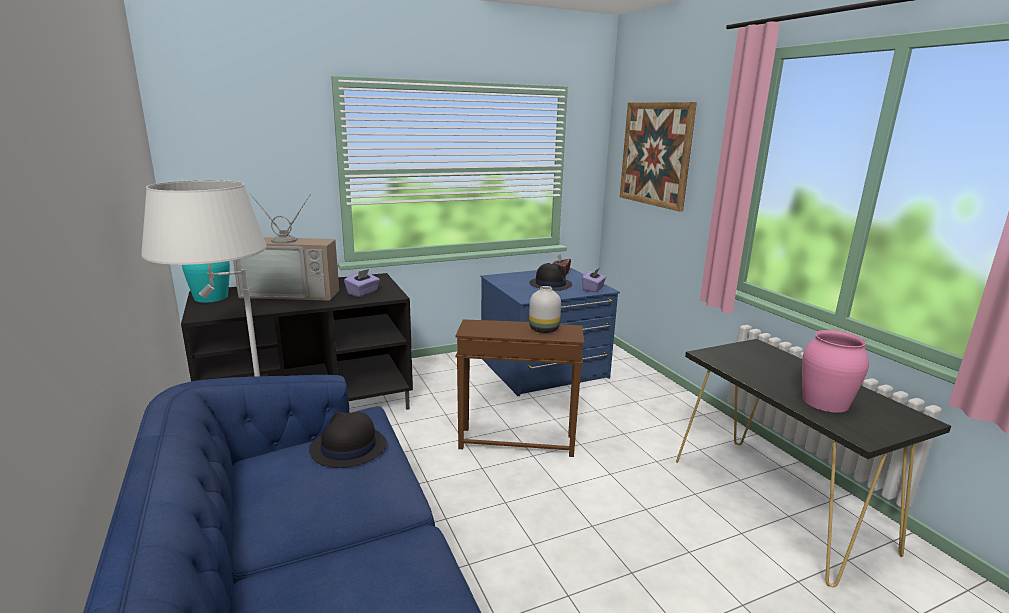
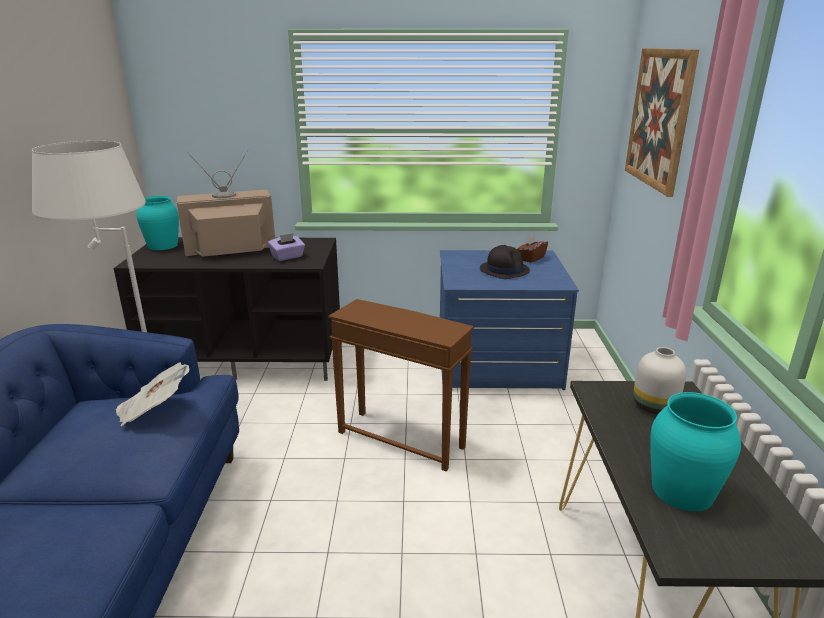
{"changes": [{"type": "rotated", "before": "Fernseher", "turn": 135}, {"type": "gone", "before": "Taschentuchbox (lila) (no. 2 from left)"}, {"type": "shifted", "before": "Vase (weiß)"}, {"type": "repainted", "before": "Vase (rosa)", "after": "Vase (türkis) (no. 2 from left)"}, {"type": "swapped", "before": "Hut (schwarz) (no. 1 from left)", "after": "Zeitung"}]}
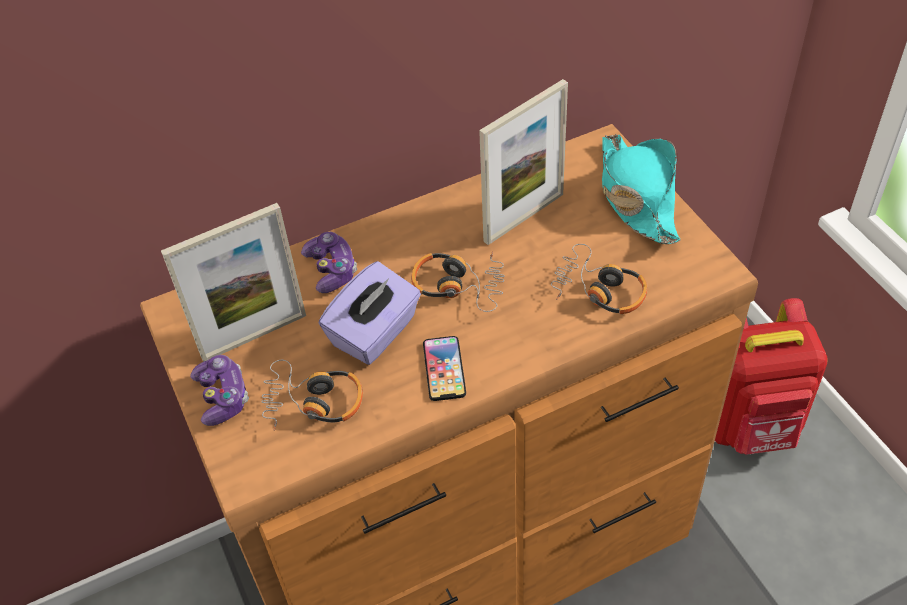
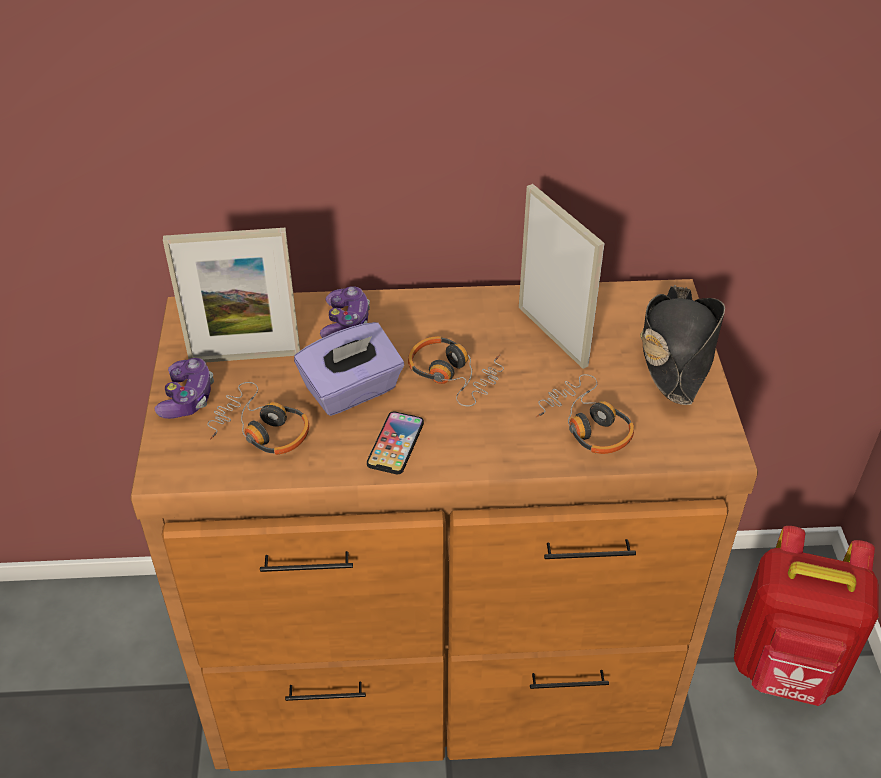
{"changes": [{"type": "rotated", "before": "Bilderrahmen (no. 2 from left)", "turn": -105}, {"type": "repainted", "before": "Hut (türkis)", "after": "Hut (schwarz)"}]}
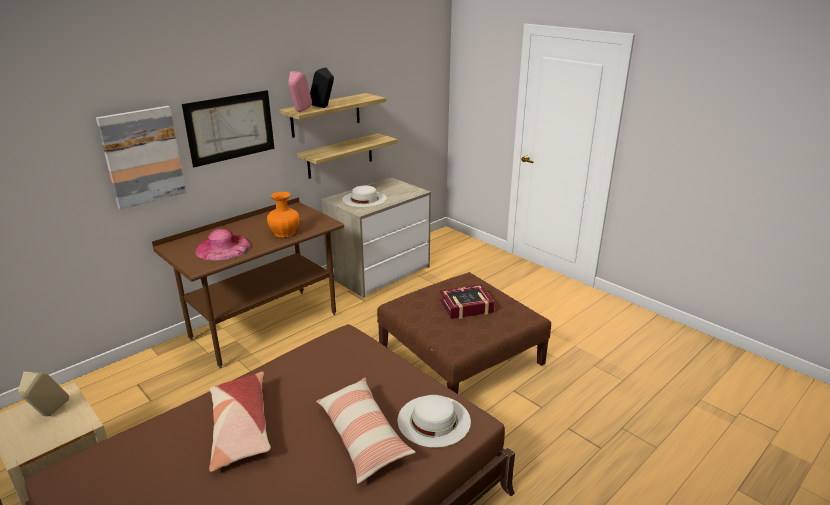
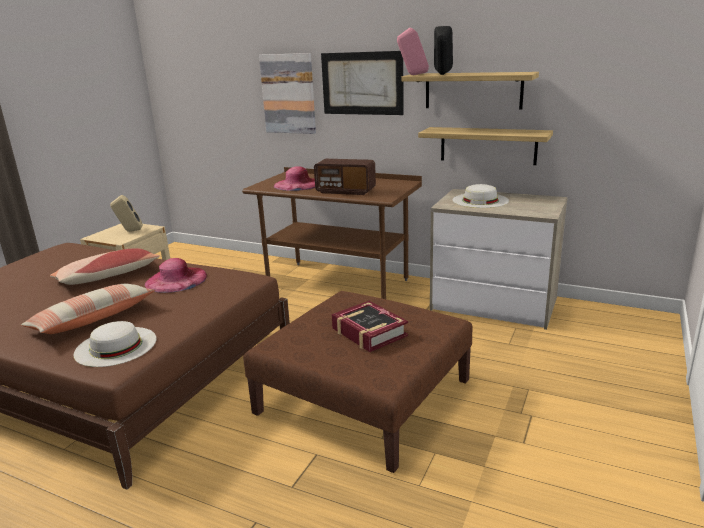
{"changes": [{"type": "swapped", "before": "Vase (orange)", "after": "Radio"}, {"type": "new", "after": "Hut (rosa) (no. 1 from left)"}]}
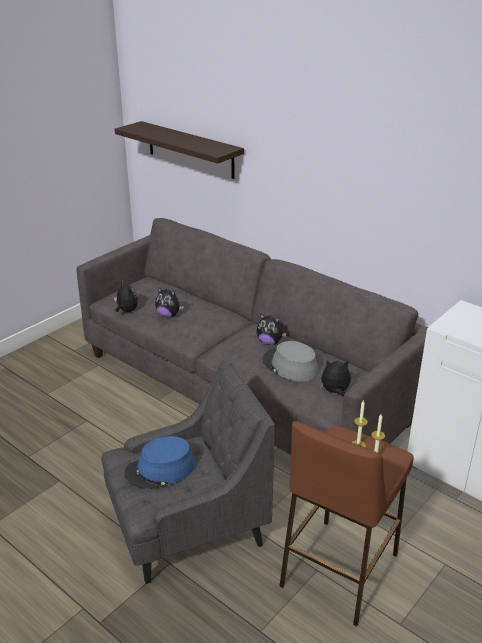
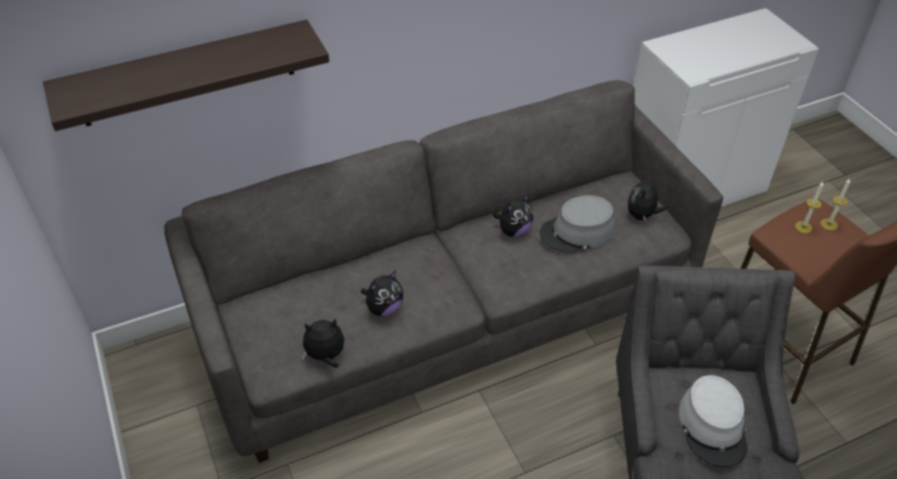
{"changes": [{"type": "repainted", "before": "Hut (blau)", "after": "Hut (grau) (no. 2 from left)"}]}
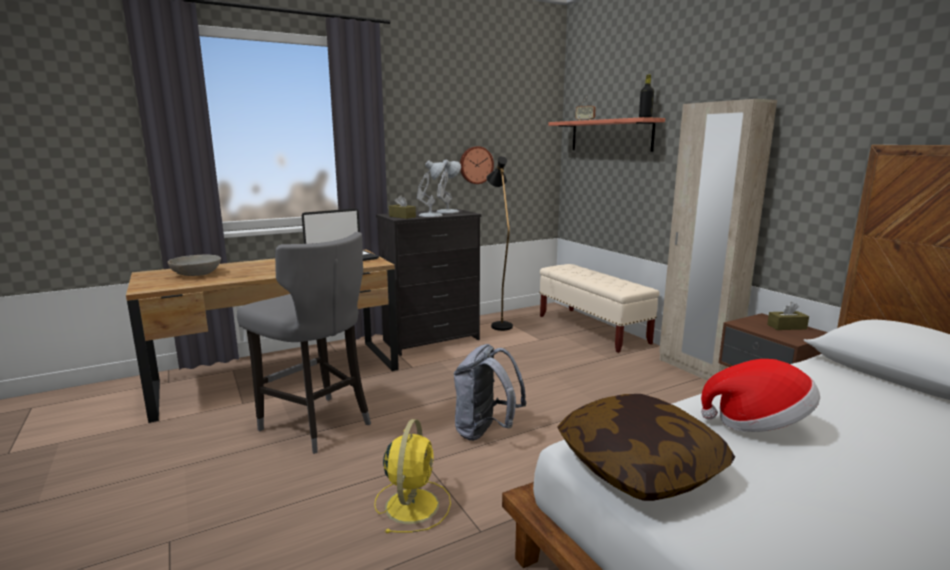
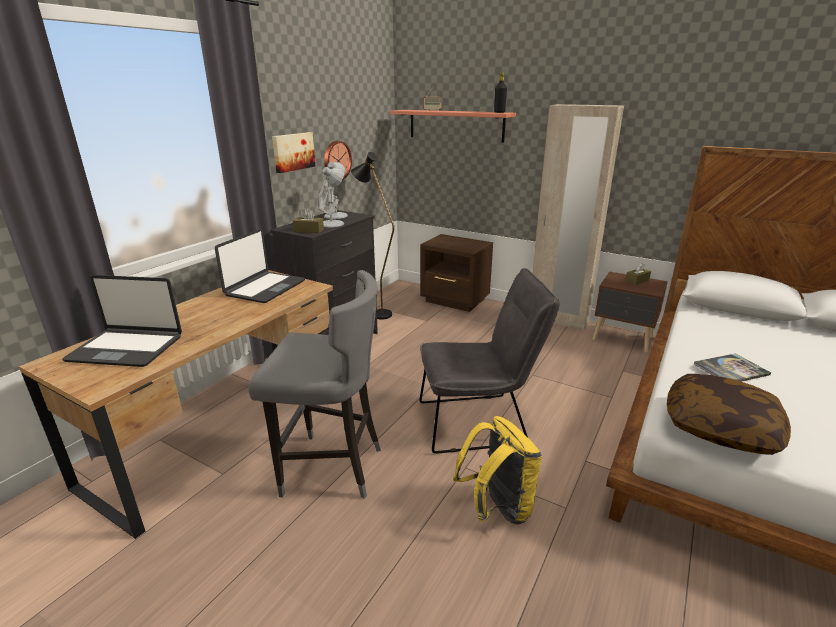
{"changes": [{"type": "swapped", "before": "Schüssel (grau)", "after": "Laptop (no. 1 from left)"}, {"type": "swapped", "before": "Bank (beige)", "after": "Nachttisch (braun) (no. 1 from left)"}, {"type": "swapped", "before": "Rucksack (grau)", "after": "Stuhl (grau)"}, {"type": "swapped", "before": "Hut", "after": "Buch"}, {"type": "swapped", "before": "Ventilator (gelb)", "after": "Rucksack (gelb)"}, {"type": "new", "after": "Bild"}]}
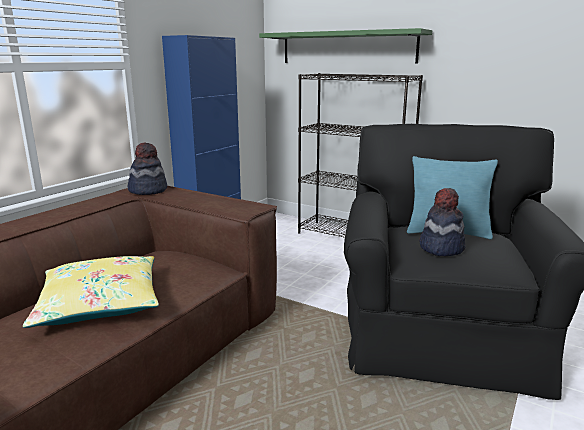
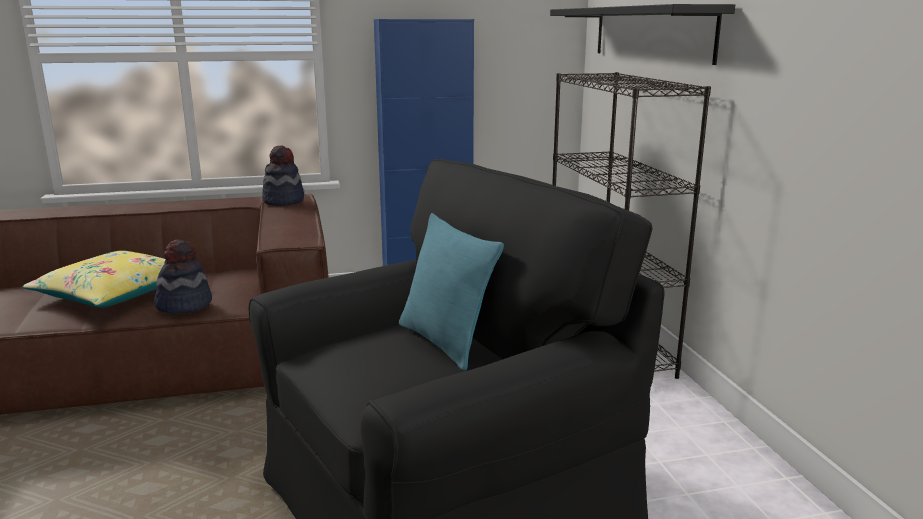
{"changes": [{"type": "repainted", "before": "Wandregal (grün)", "after": "Wandregal (schwarz)"}, {"type": "shifted", "before": "Hut (no. 2 from left in the first image)", "after": "Hut (no. 1 from left)"}]}
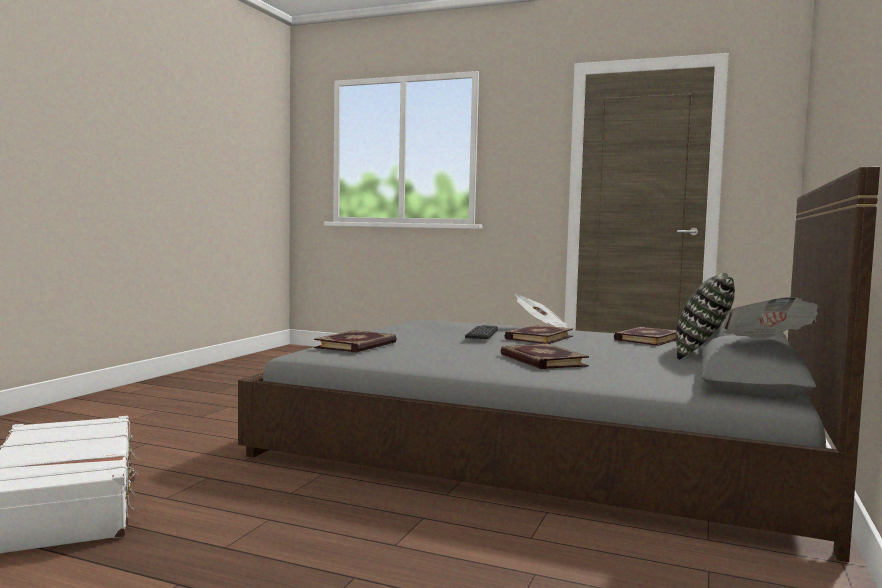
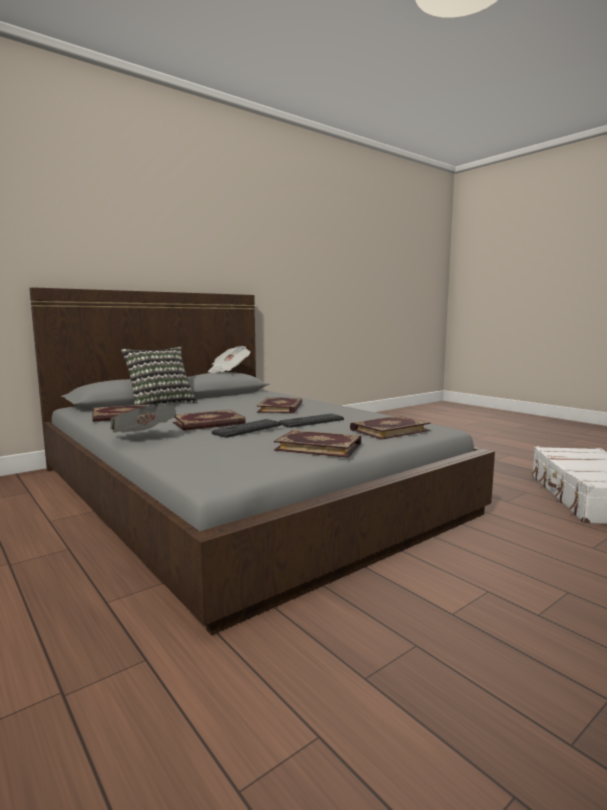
{"changes": [{"type": "new", "after": "Tastatur (no. 2 from left)"}, {"type": "new", "after": "Buch (no. 4 from left)"}]}
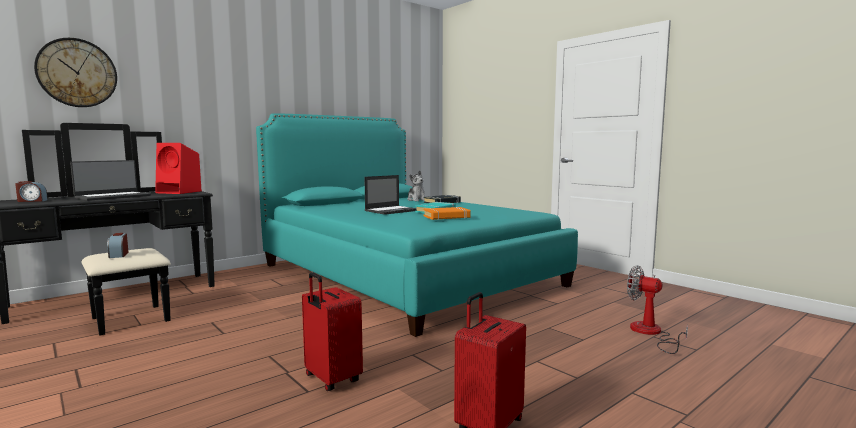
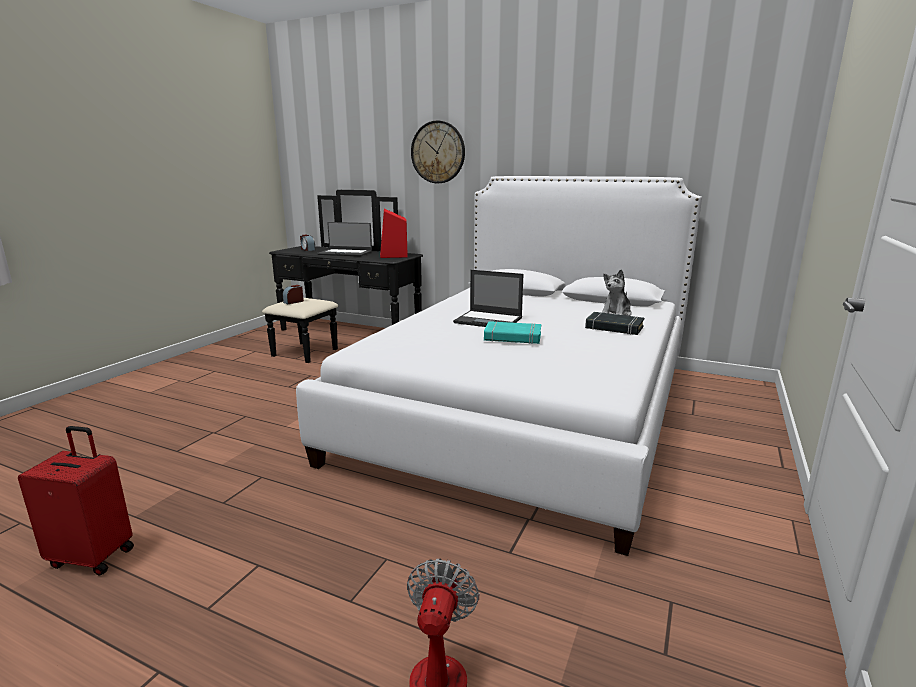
{"changes": [{"type": "shifted", "before": "Wanduhr"}, {"type": "repainted", "before": "Bett (türkis)", "after": "Bett (weiß)"}, {"type": "gone", "before": "Buch (orange)"}, {"type": "gone", "before": "Koffer (rot) (no. 1 from left)"}]}
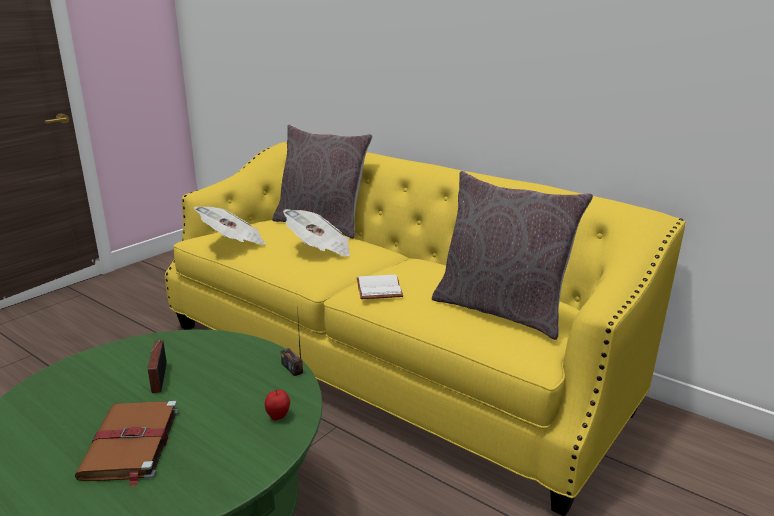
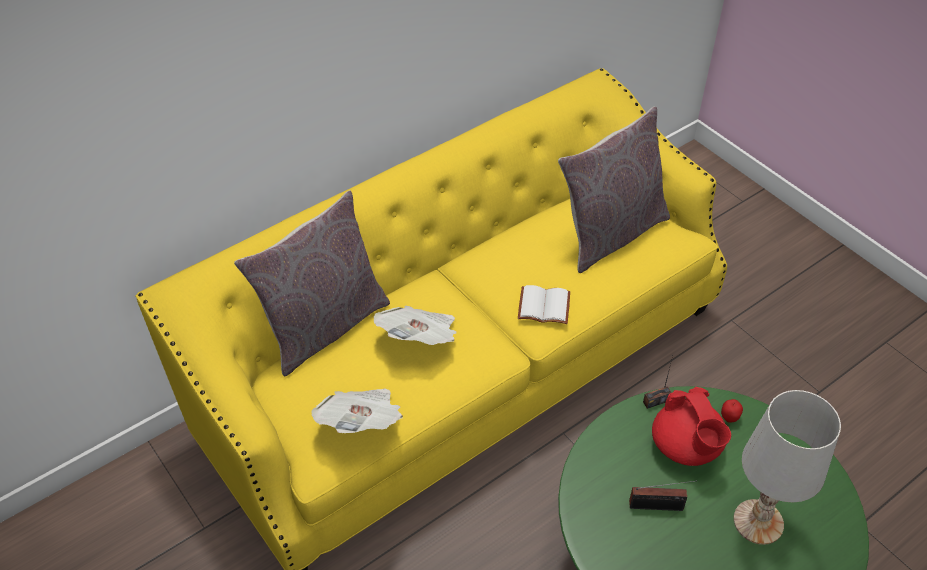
{"changes": [{"type": "swapped", "before": "Buch (braun)", "after": "Tischlampe (weiß)"}, {"type": "new", "after": "Teekanne (rot)"}]}
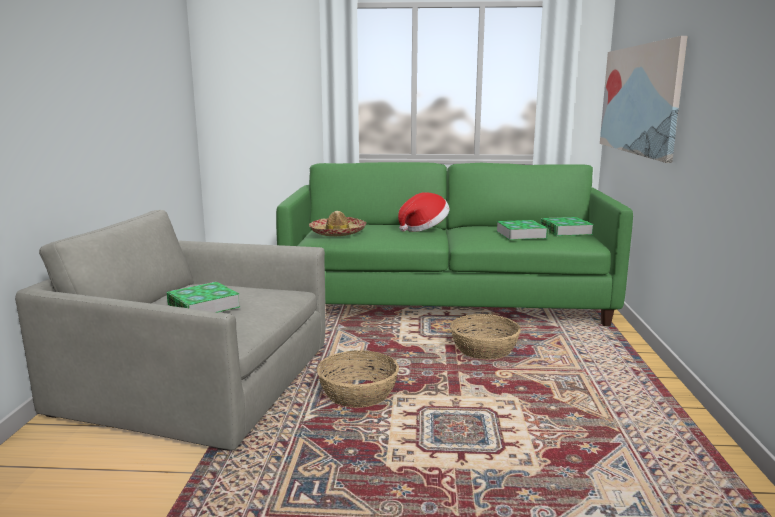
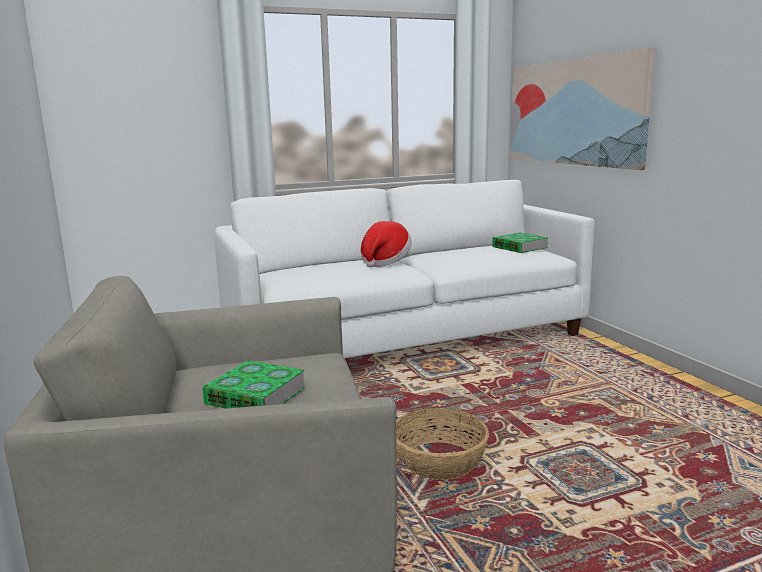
{"changes": [{"type": "repainted", "before": "Sofa (grün)", "after": "Sofa (weiß)"}, {"type": "gone", "before": "Hut (no. 1 from left)"}, {"type": "gone", "before": "Buch (no. 2 from left)"}, {"type": "gone", "before": "Korb (no. 2 from left)"}]}
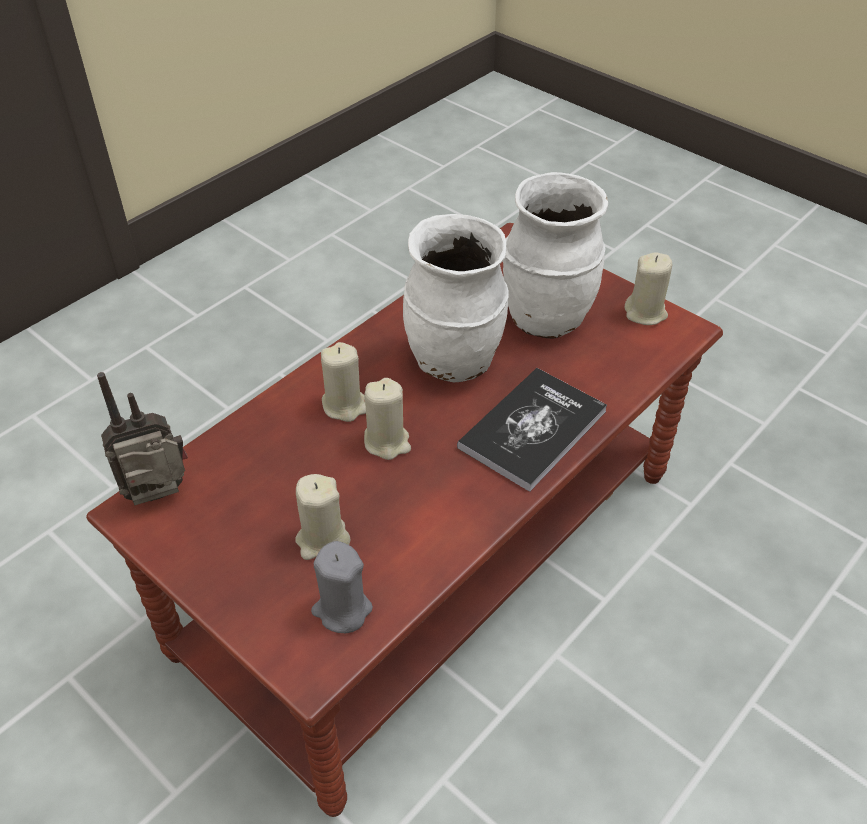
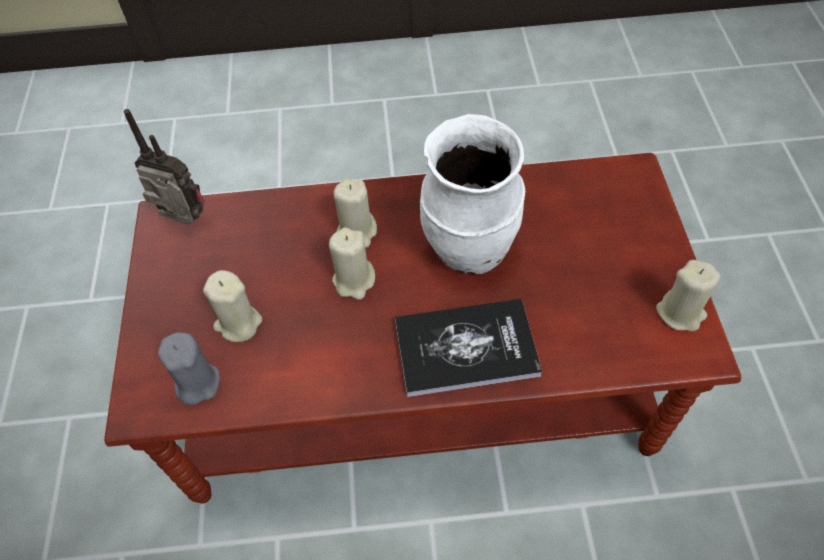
{"changes": [{"type": "gone", "before": "Vase (weiß) (no. 2 from left)"}]}
